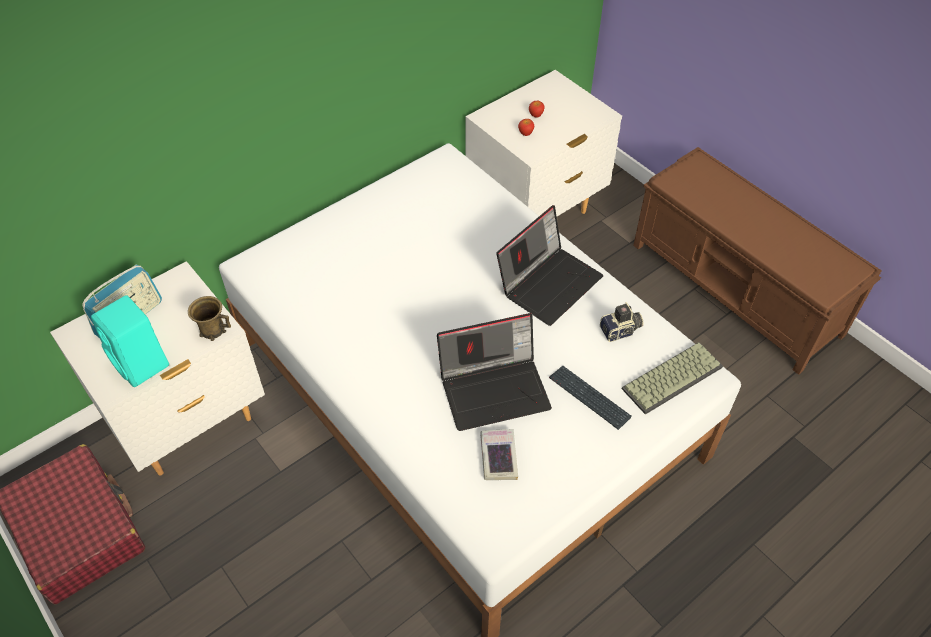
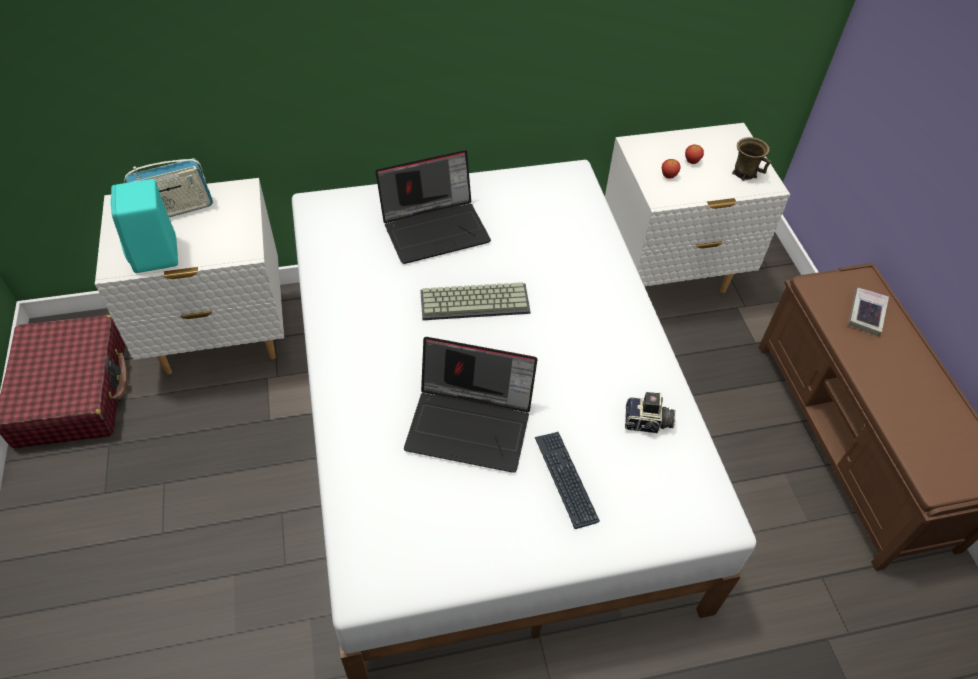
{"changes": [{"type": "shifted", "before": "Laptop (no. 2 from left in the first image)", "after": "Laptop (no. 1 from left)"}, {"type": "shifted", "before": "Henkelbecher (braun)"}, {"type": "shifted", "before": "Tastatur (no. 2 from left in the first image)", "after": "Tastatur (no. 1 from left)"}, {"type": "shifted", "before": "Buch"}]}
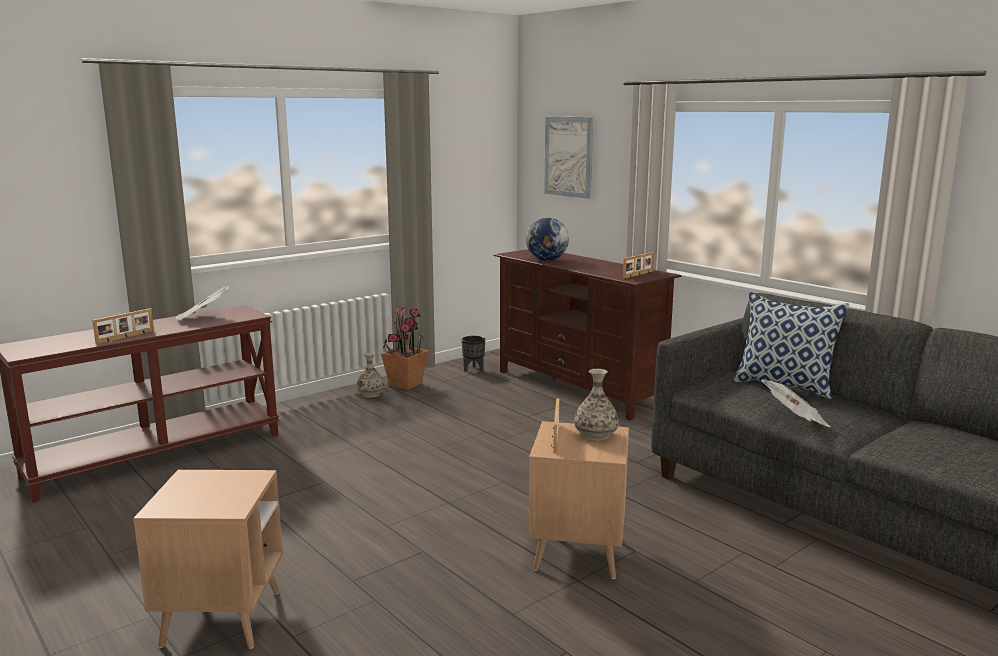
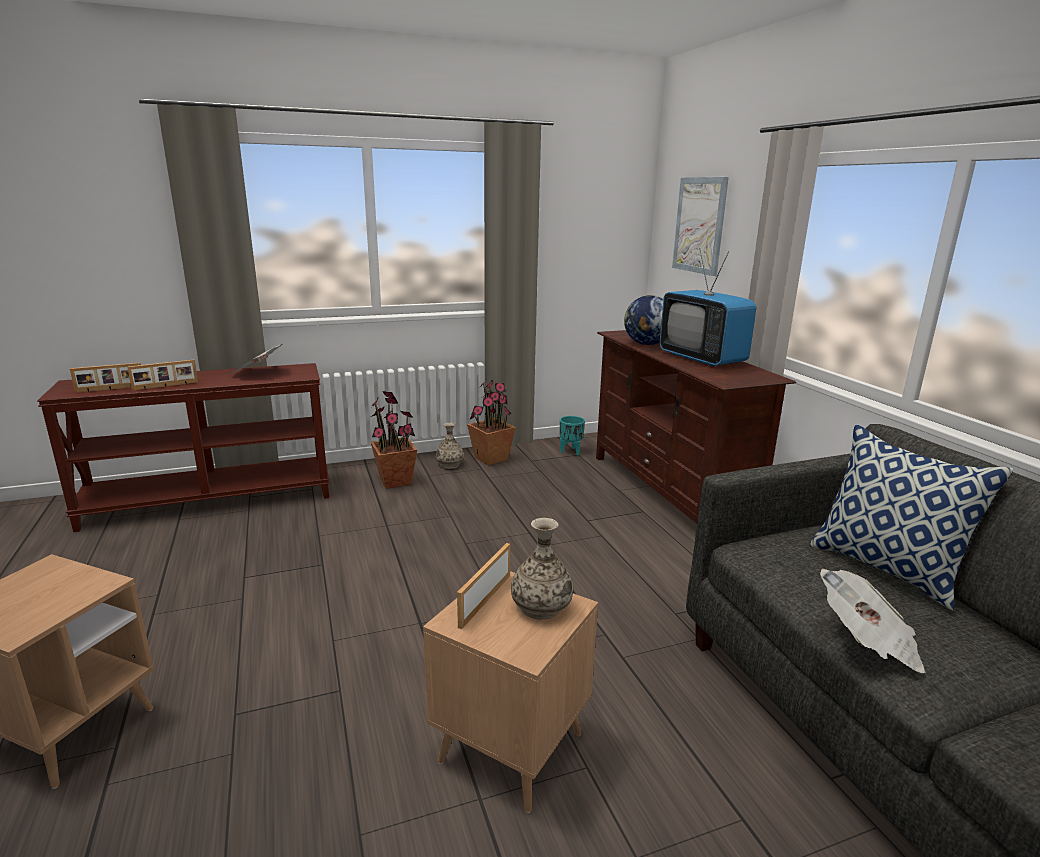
{"changes": [{"type": "shifted", "before": "Bilderrahmen (no. 3 from left in the first image)", "after": "Bilderrahmen (no. 1 from left)"}, {"type": "repainted", "before": "Pflanzkübel (schwarz)", "after": "Pflanzkübel (türkis)"}, {"type": "new", "after": "Fernseher"}, {"type": "new", "after": "Topfpflanze (no. 1 from left)"}]}
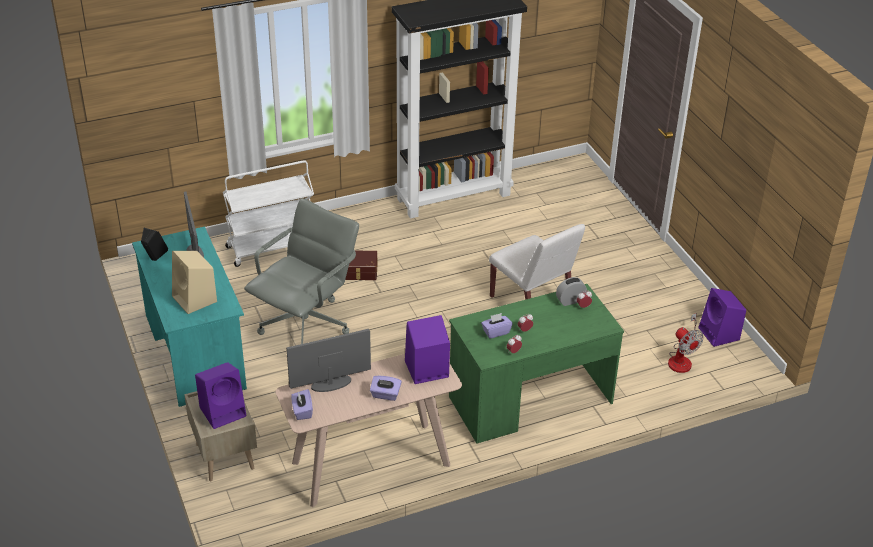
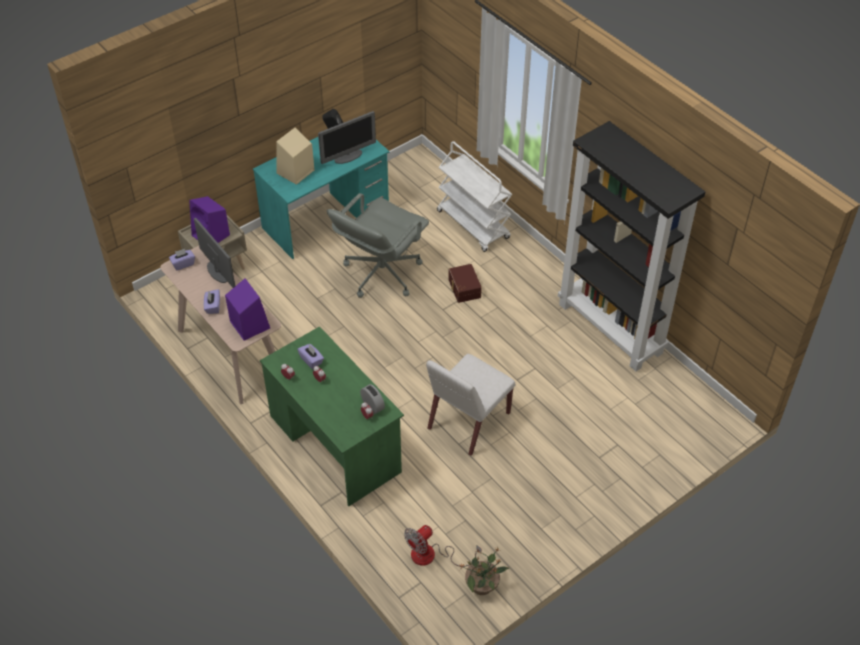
{"changes": [{"type": "rotated", "before": "Bürostuhl (grau)", "turn": 105}, {"type": "swapped", "before": "Lautsprecher (lila) (no. 3 from left)", "after": "Topfpflanze"}]}
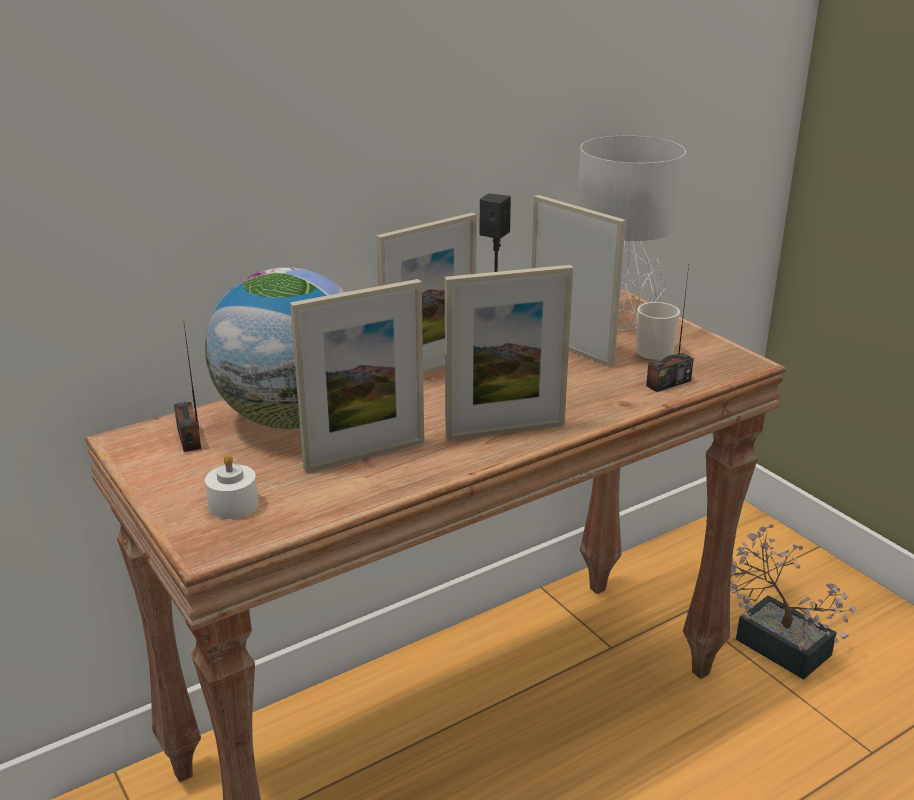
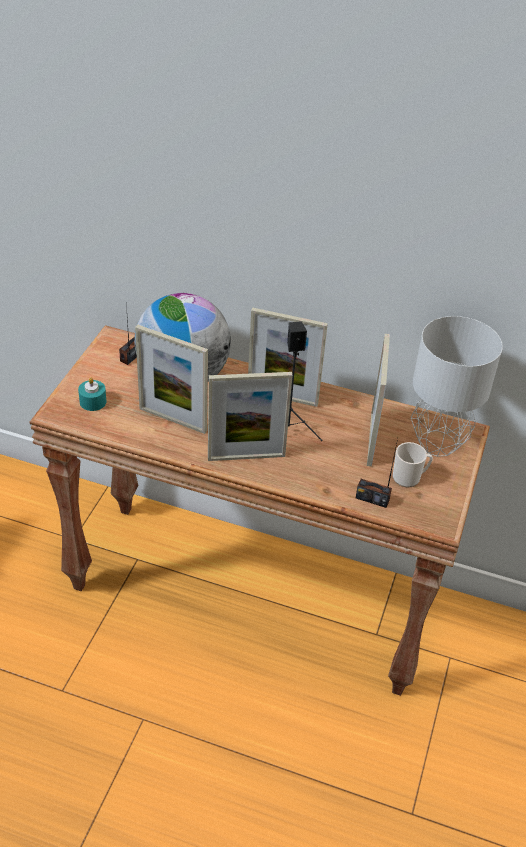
{"changes": [{"type": "rotated", "before": "Bilderrahmen (no. 3 from left in the first image)", "turn": -45}, {"type": "repainted", "before": "Kerze (weiß)", "after": "Kerze (türkis)"}, {"type": "gone", "before": "Topfpflanze"}]}
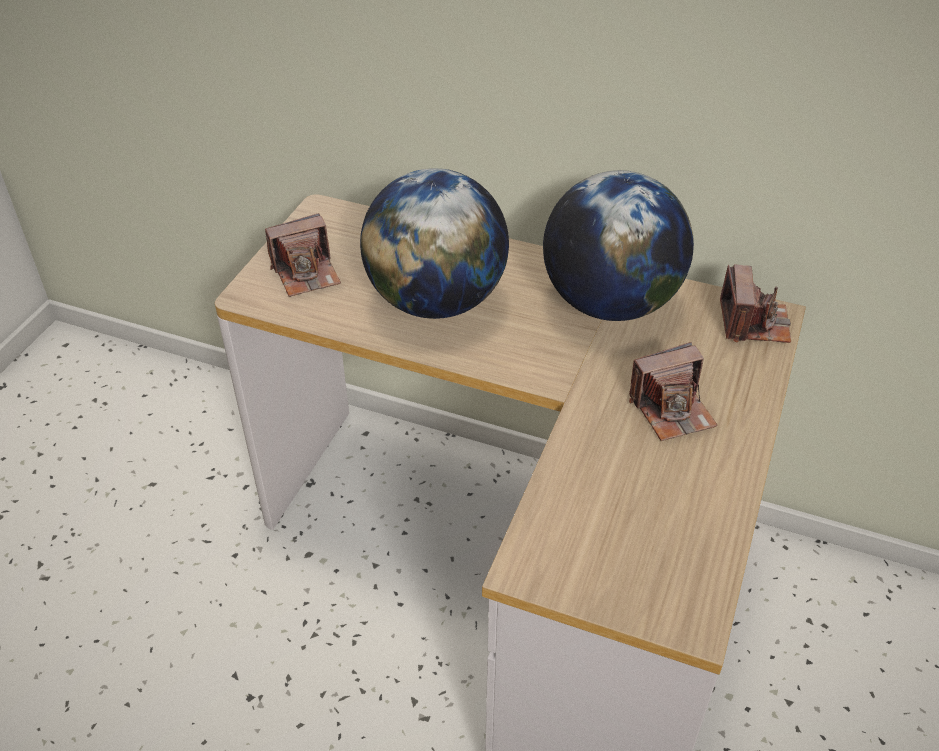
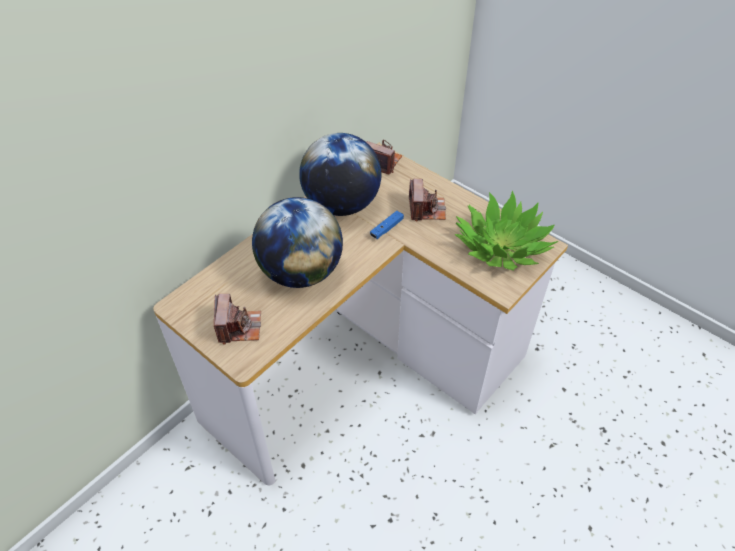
{"changes": [{"type": "new", "after": "Topfpflanze"}, {"type": "new", "after": "Gamepad (blau)"}]}
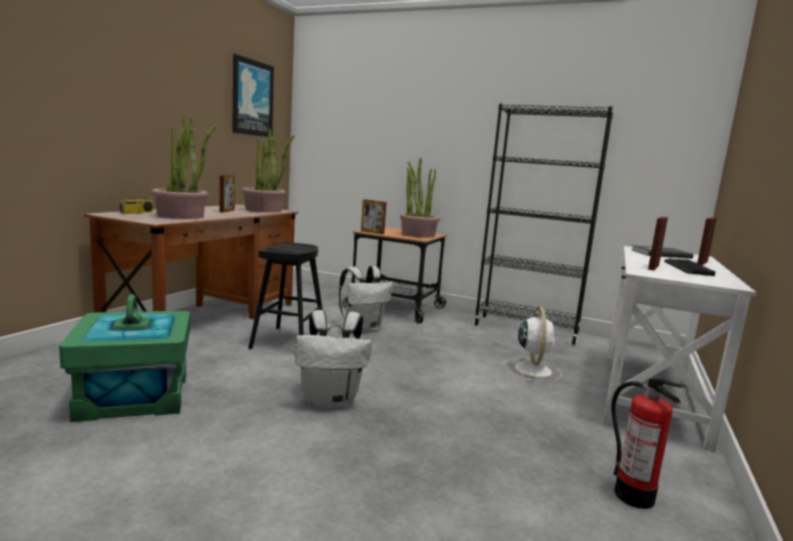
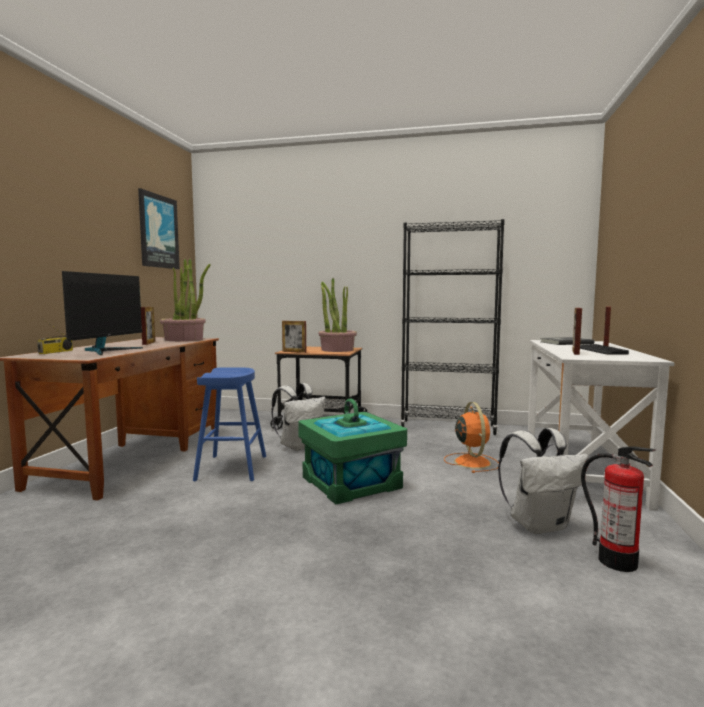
{"changes": [{"type": "swapped", "before": "Topfpflanze (no. 1 from left)", "after": "Monitor"}, {"type": "repainted", "before": "Hocker (schwarz)", "after": "Hocker (blau)"}, {"type": "shifted", "before": "Aufbewahrungsbox (grün)"}, {"type": "repainted", "before": "Ventilator (weiß)", "after": "Ventilator (orange)"}, {"type": "shifted", "before": "Rucksack (weiß) (no. 1 from left in the first image)", "after": "Rucksack (weiß) (no. 2 from left)"}]}
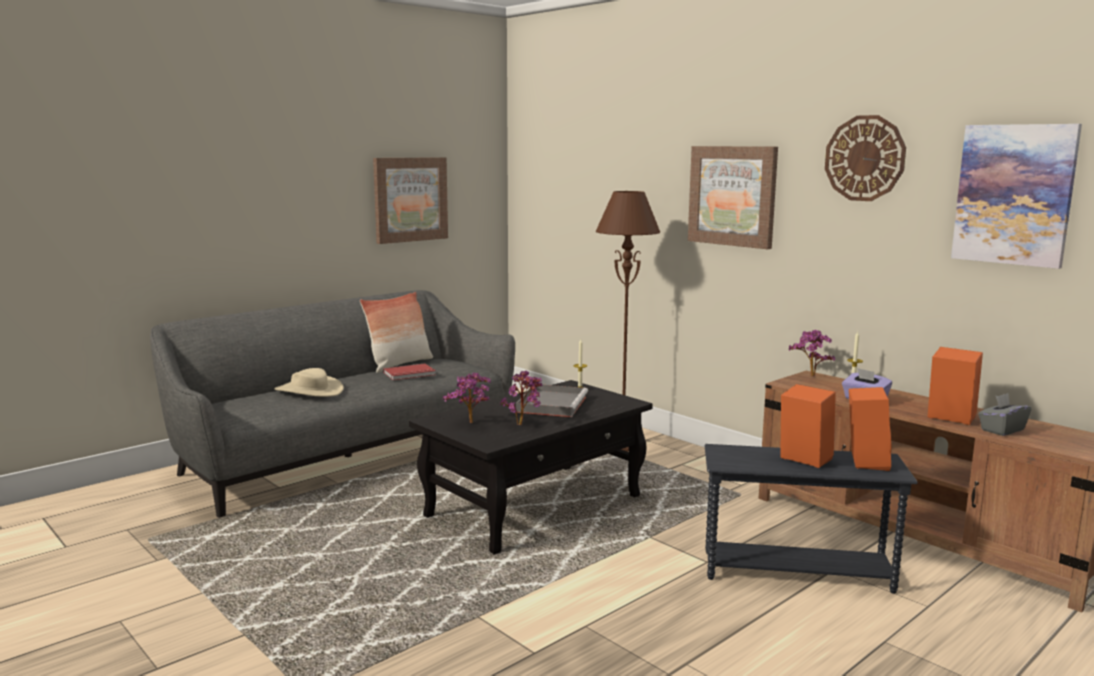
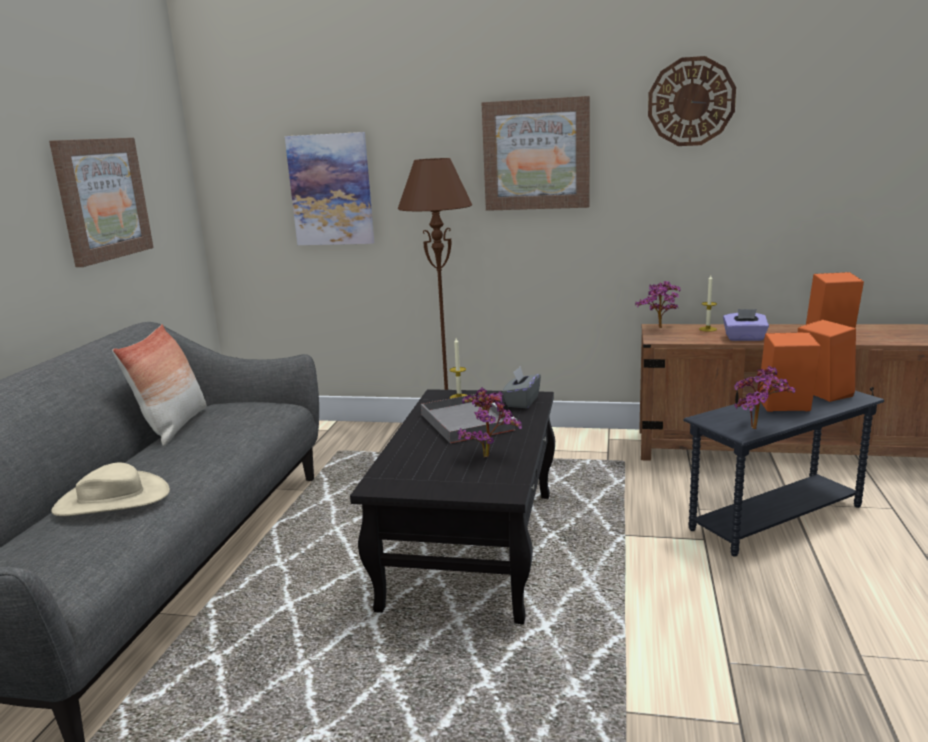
{"changes": [{"type": "shifted", "before": "Bild (no. 3 from left in the first image)", "after": "Bild (no. 2 from left)"}, {"type": "gone", "before": "Buch (rot)"}, {"type": "shifted", "before": "Topfpflanze (no. 1 from left in the first image)", "after": "Topfpflanze (no. 3 from left)"}, {"type": "shifted", "before": "Taschentuchbox (grau)"}]}
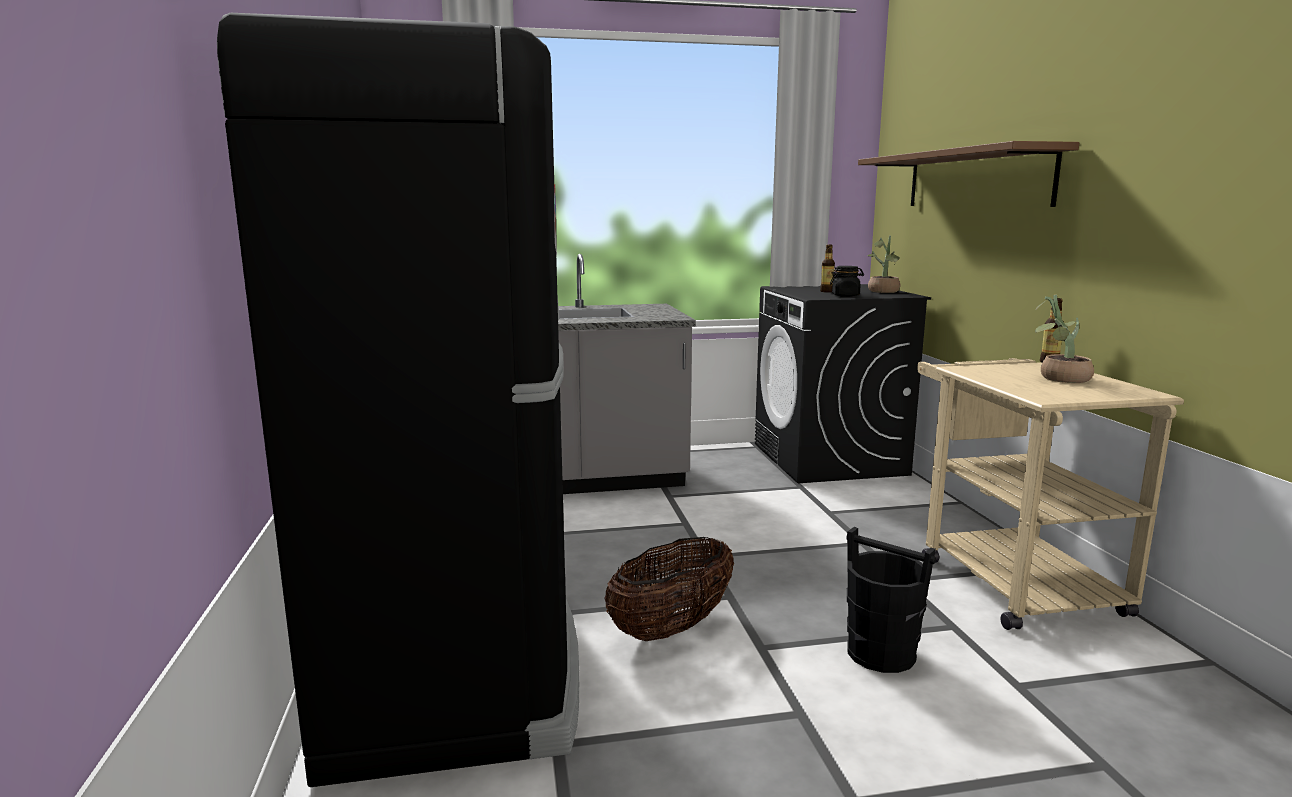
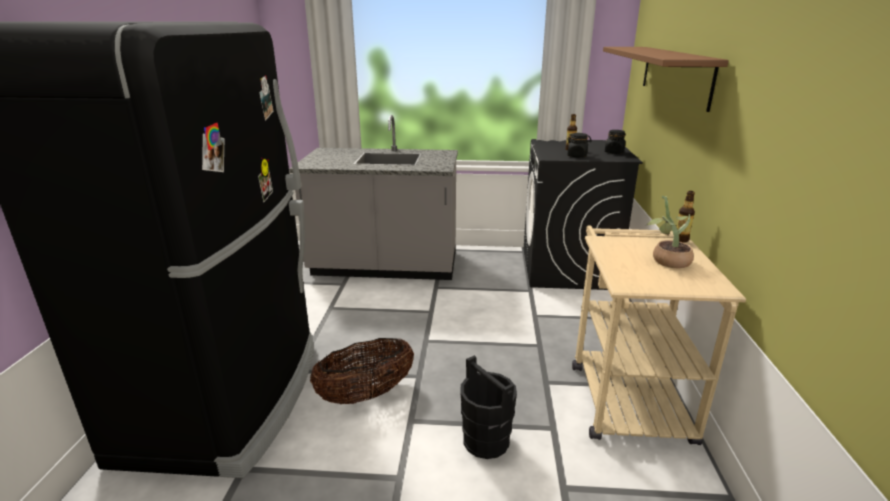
{"changes": [{"type": "swapped", "before": "Topfpflanze (no. 1 from left)", "after": "Vorratsglas (schwarz) (no. 2 from left)"}]}
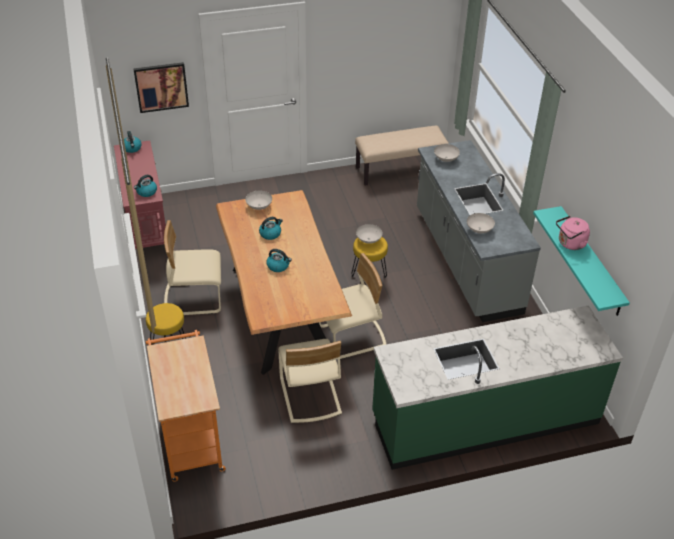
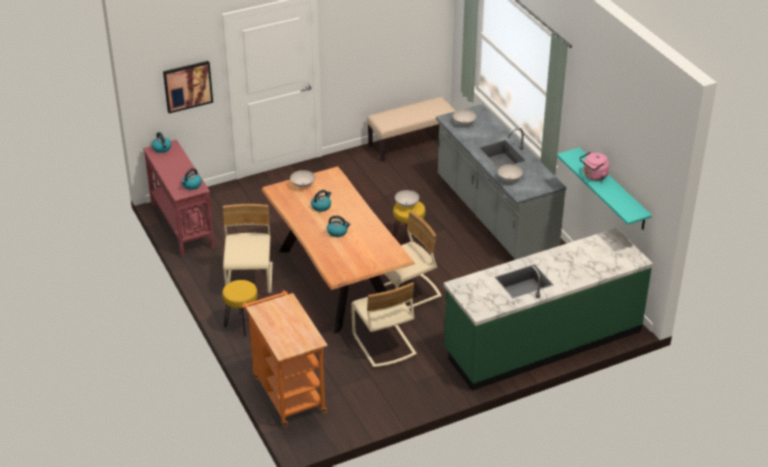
{"changes": [{"type": "rotated", "before": "Stuhl (beige) (no. 1 from left)", "turn": 105}]}
